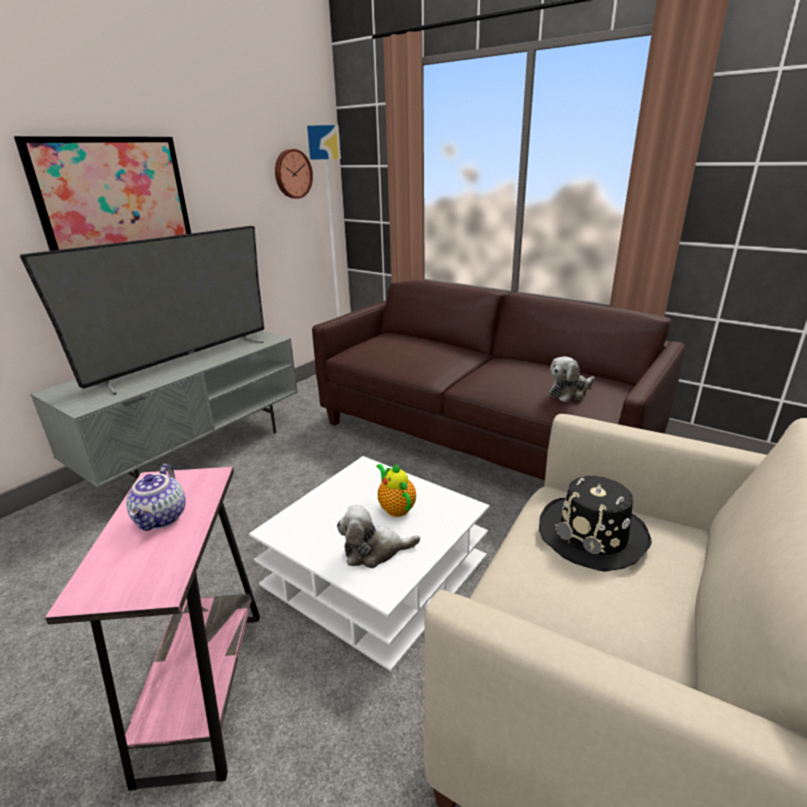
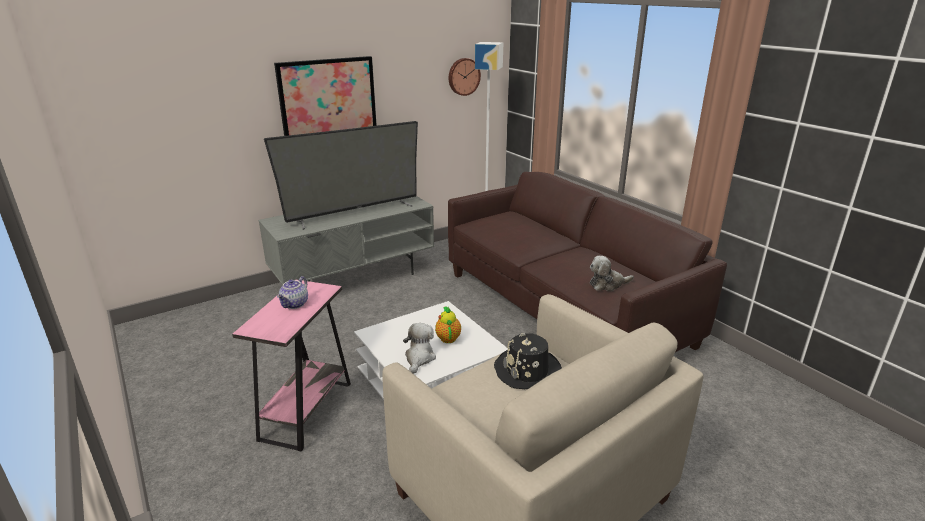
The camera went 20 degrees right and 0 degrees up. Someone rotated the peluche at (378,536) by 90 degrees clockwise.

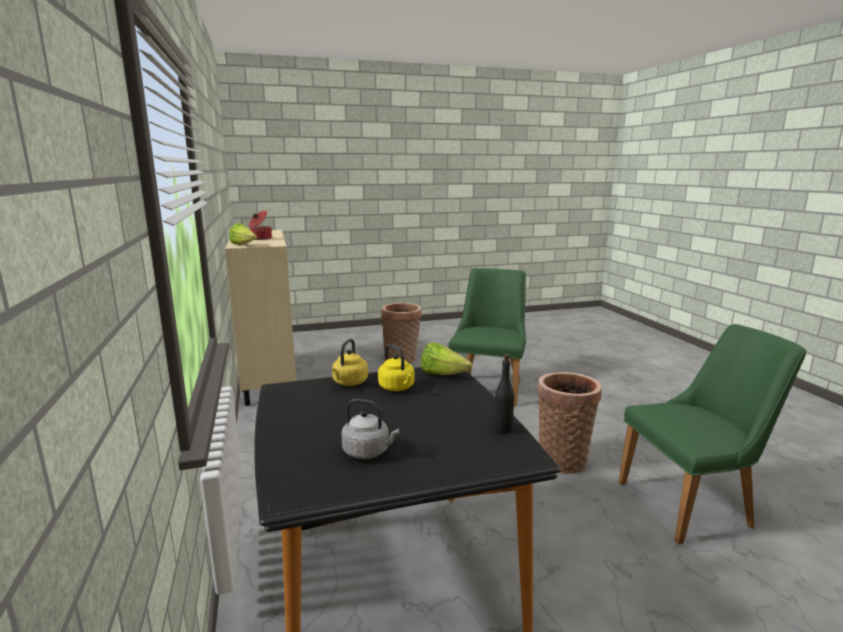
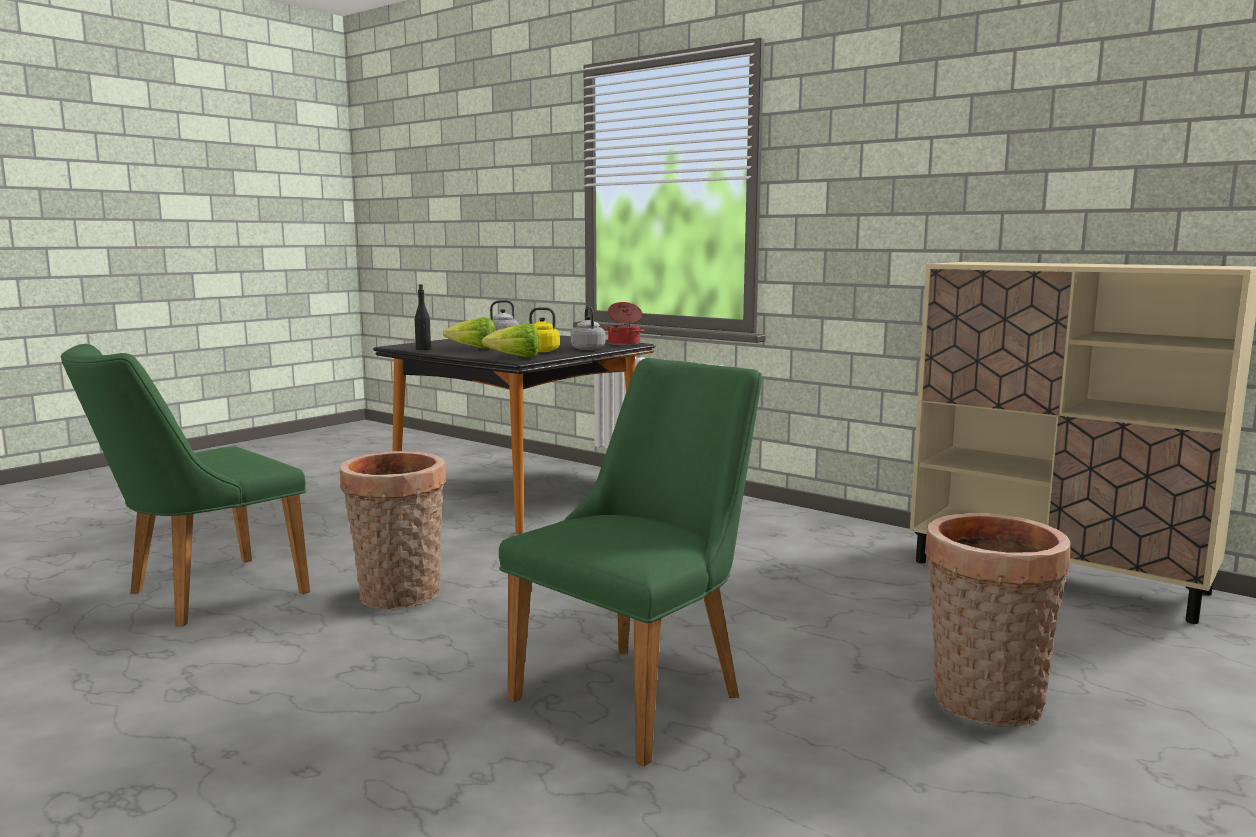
The camera went 145 degrees right and 5 degrees down. Someone carried the lechuga from (243,234) to (469,333). Someone rotated the silla [verde] at (487,337) by 120 degrees counterclockwise. Someone repainted the hervidor [amarillo] at (350,362), which became the hervidor [gris] at (588,328). Someone carried the olla from (260,225) to (624,324).

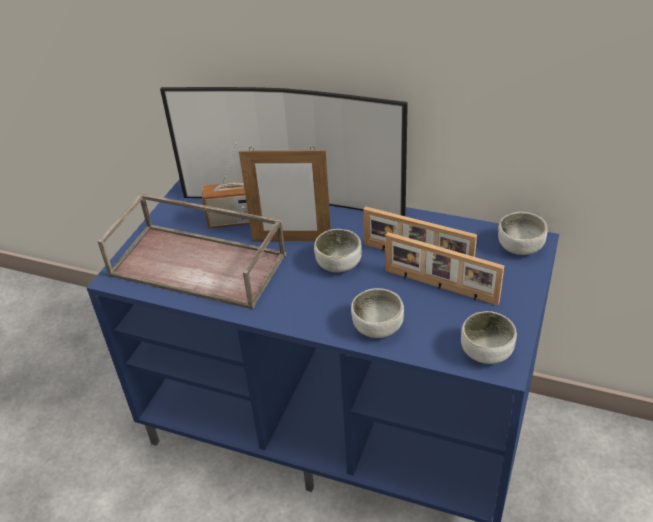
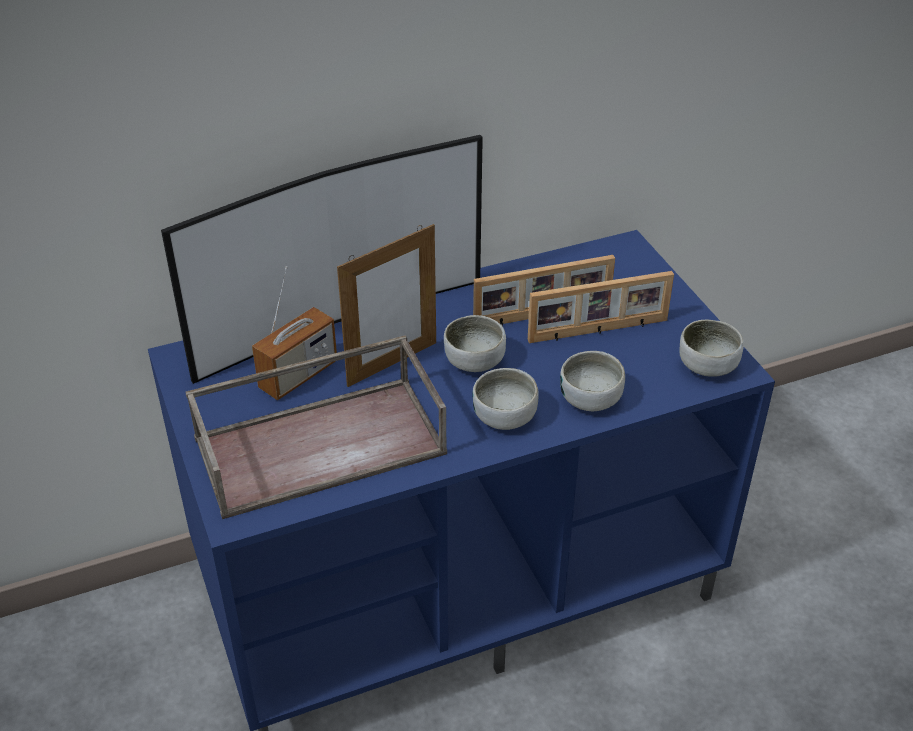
The camera went 45 degrees left and 0 degrees up. Someone carried the cuenco from (523,233) to (505,399).

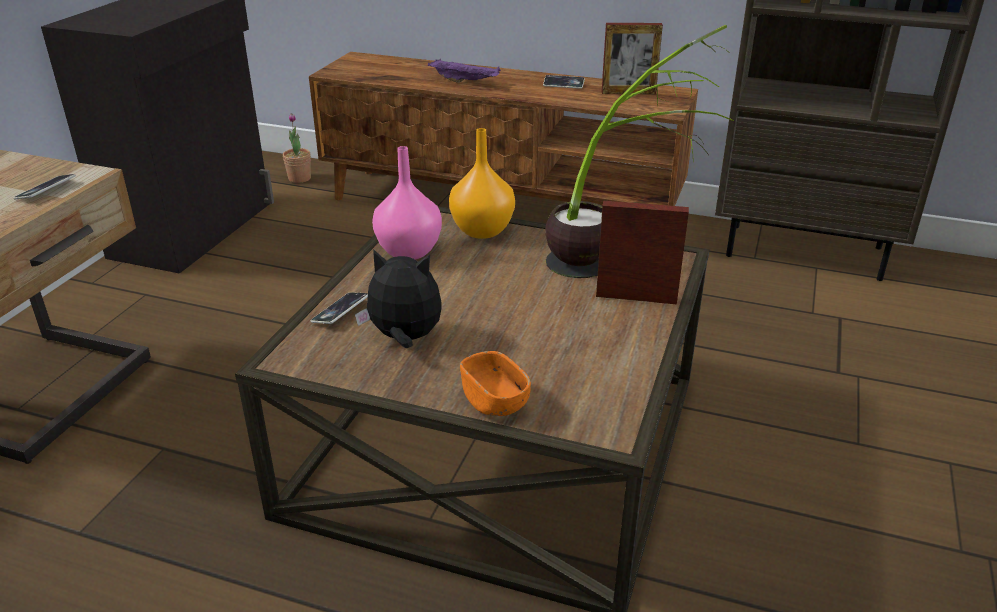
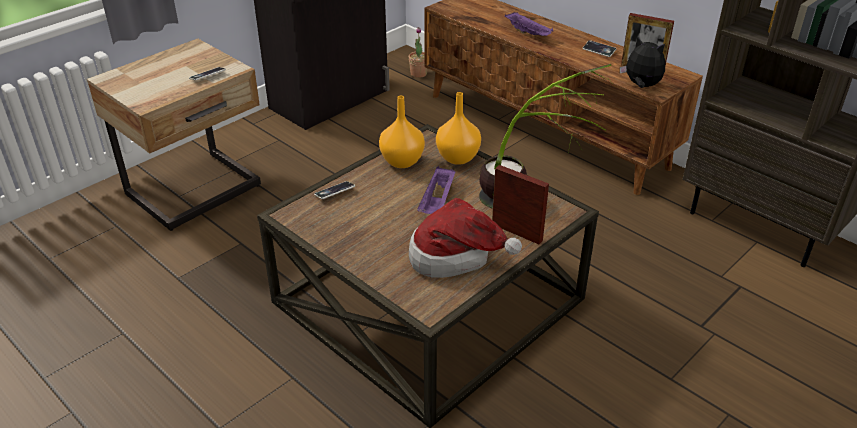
The camera went 25 degrees right and 5 degrees up. Someone repainted the florero [rosa] at (407,202), which became the florero [naranja] at (402,132). Someone put down the sombrero at (465,238). Someone put down the bandeja [morado] at (436,190). Someone carried the peluche from (398,298) to (642,62). Someone took away the cuenco [naranja] at (495,383).

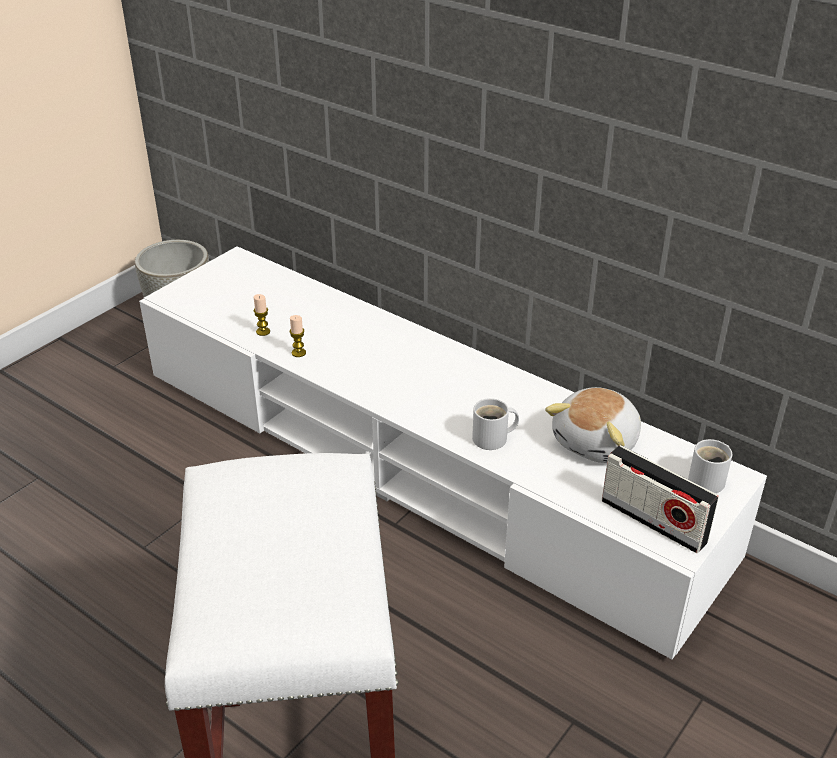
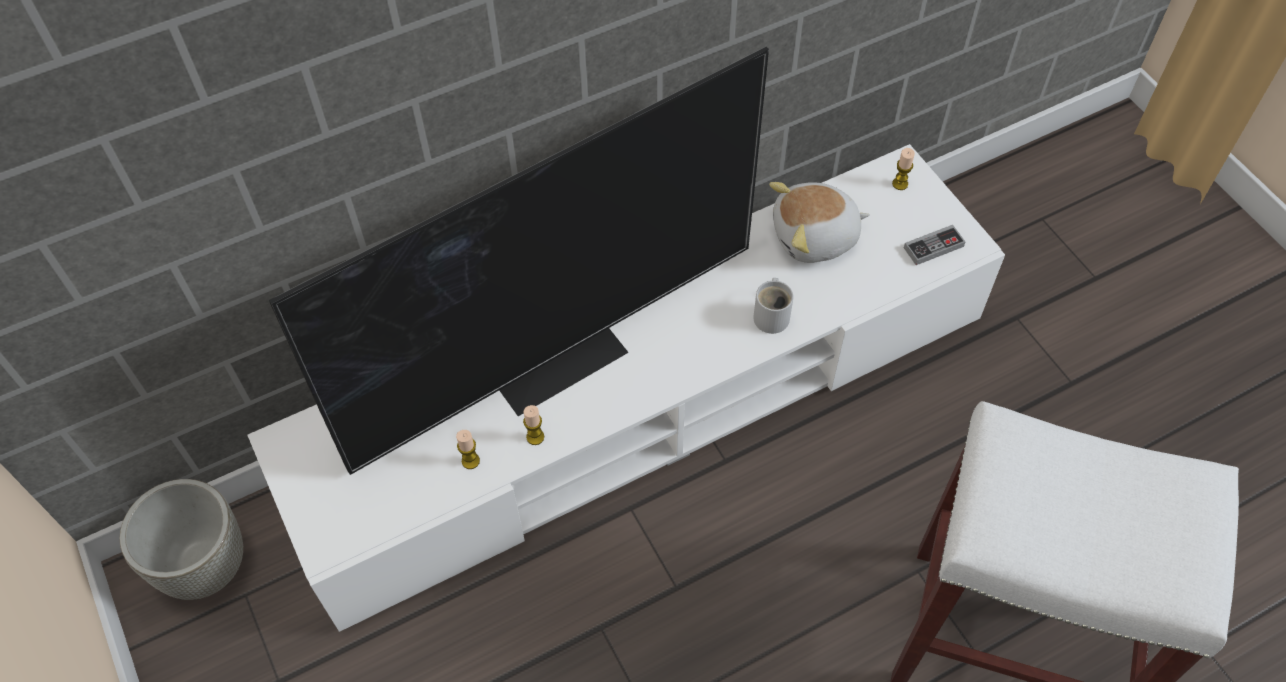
The camera went 65 degrees left and 20 degrees up. Someone put down the televisor at (519,261). Someone rotated the peluche at (593,425) by 105 degrees clockwise. Someone swapped the taza grande [blanco] at (710,466) for the vela at (903,169). Someone swapped the radio at (660,499) for the mando de consola at (934,245).

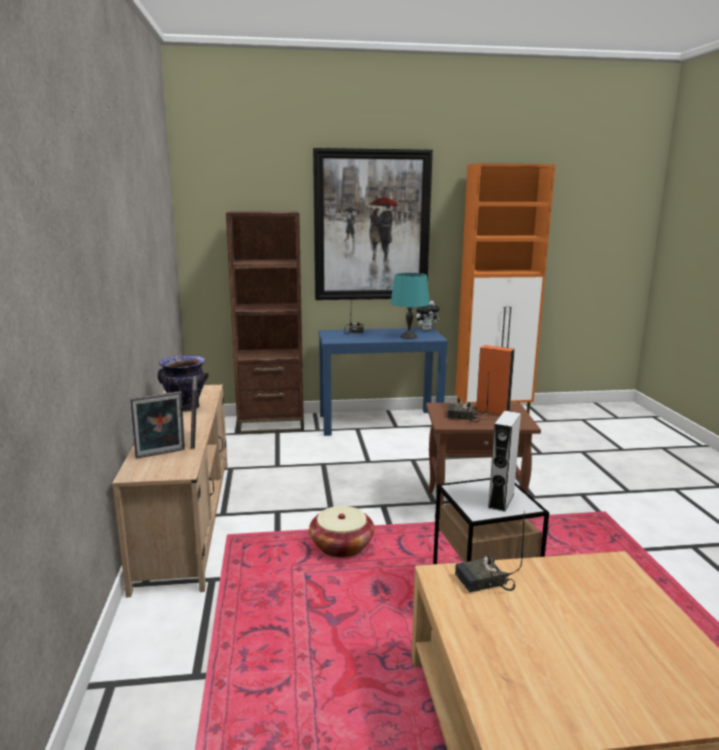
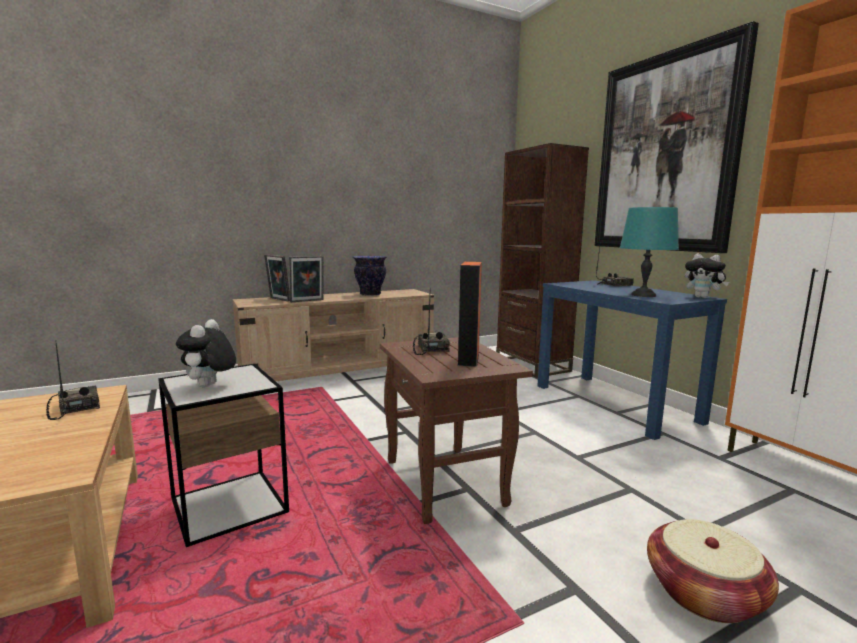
The camera went 70 degrees right and 5 degrees down. Someone swapped the altavoz [gris] at (504,461) for the peluche at (206,353). Someone carried the cesta from (341,532) to (713,571).

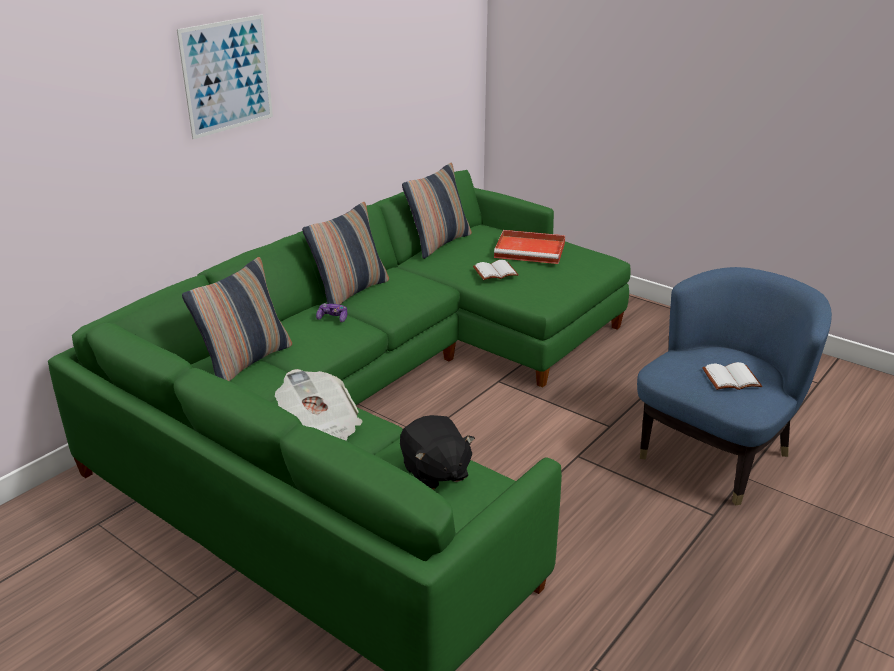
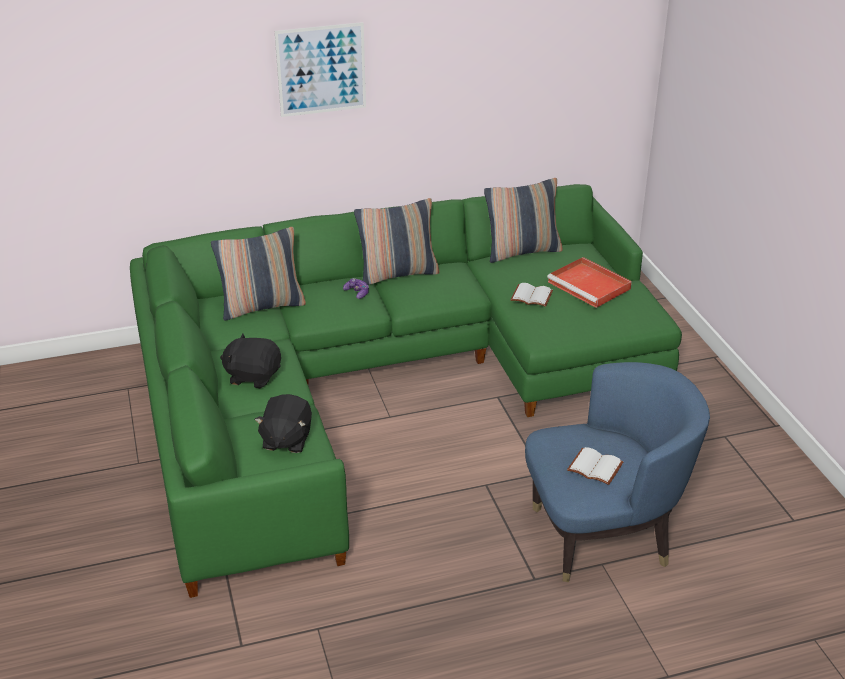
The camera went 35 degrees right and 5 degrees up. Someone swapped the periódico at (319,405) for the peluche [negro] at (250,361).

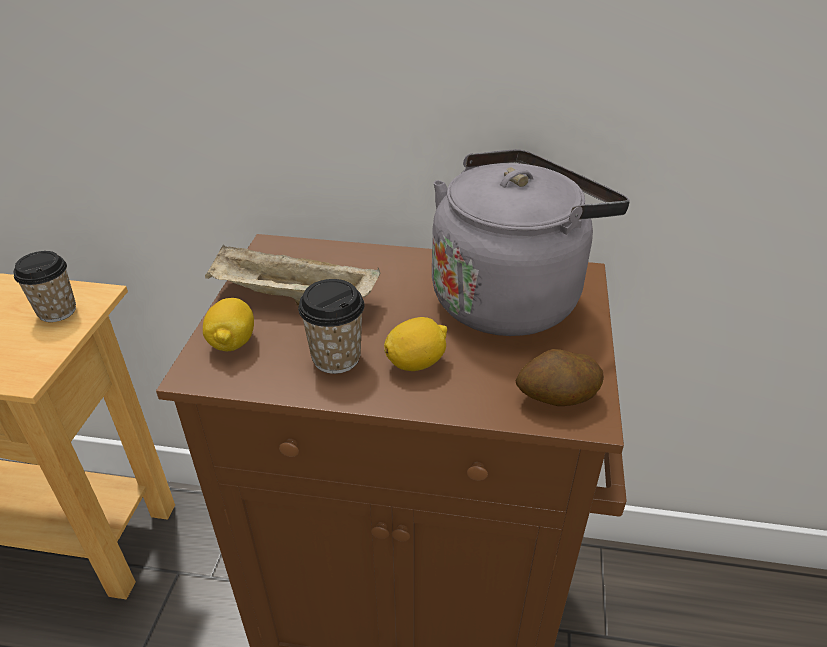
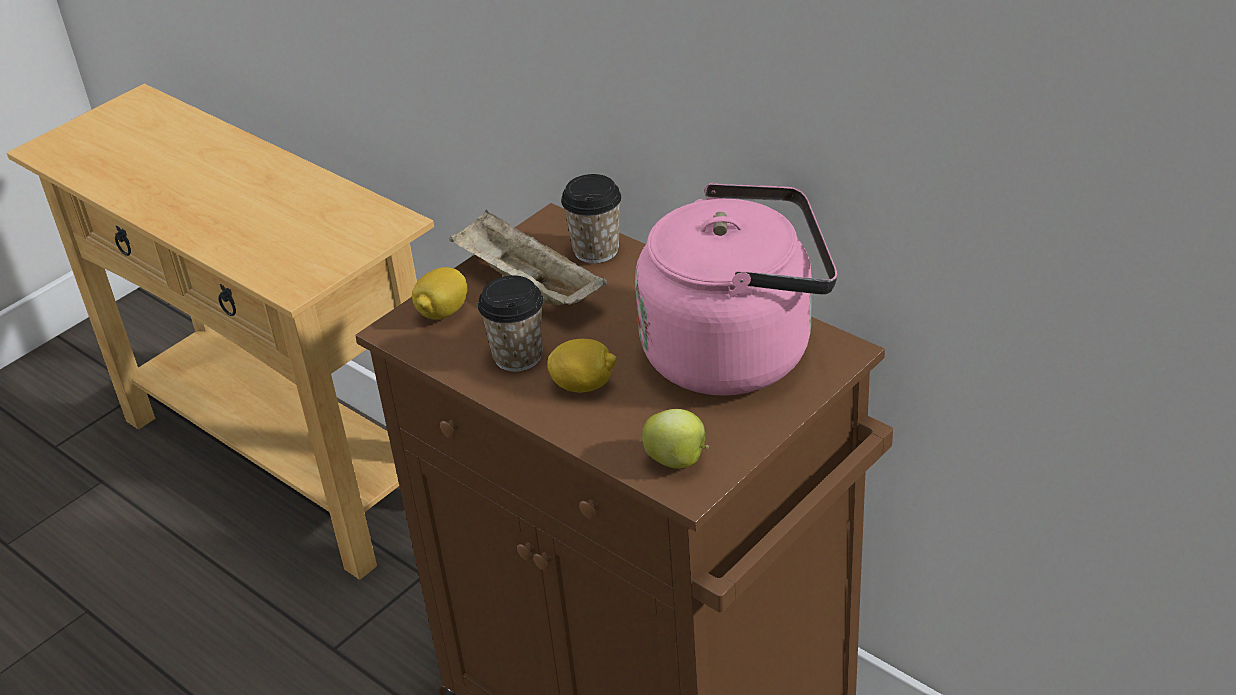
The camera went 35 degrees right and 0 degrees up. Someone carried the taza from (45,286) to (591,218). Someone repainted the hervidor [gris] at (531,242), which became the hervidor [rosa] at (736,289). Someone swapped the patata at (560,377) for the manzana at (675,439).

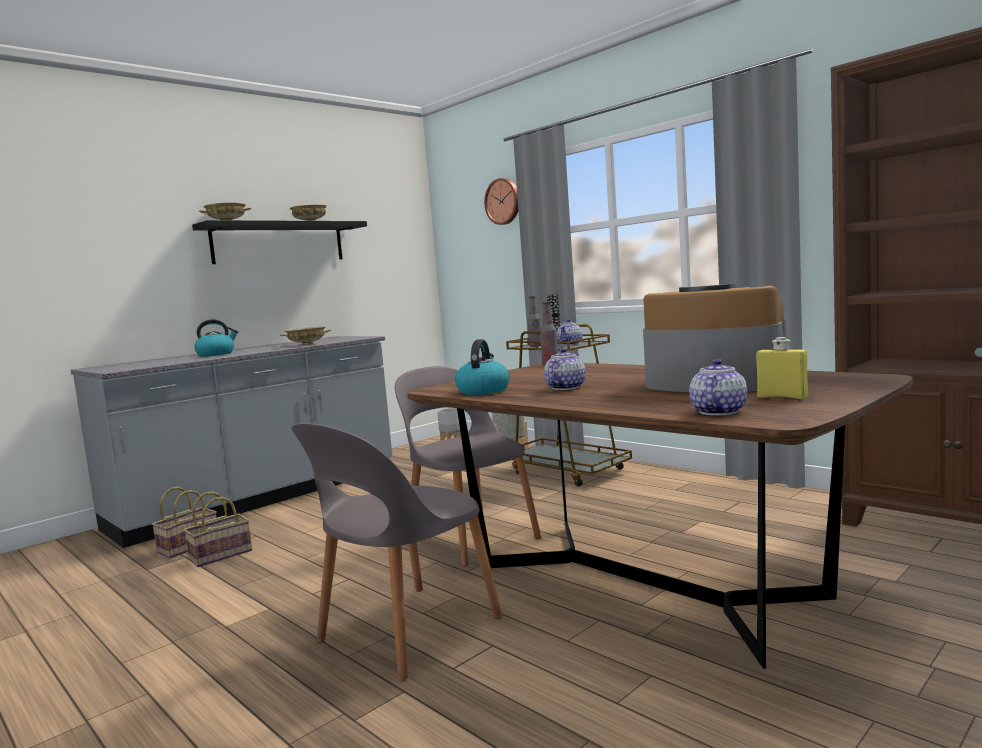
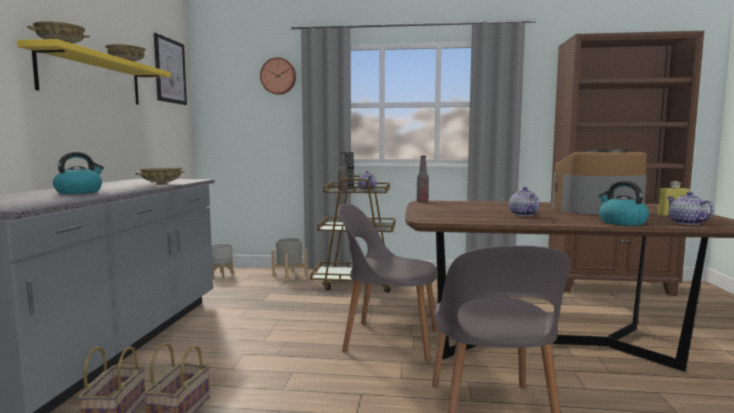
The camera went 40 degrees left and 0 degrees up. Someone repainted the estante [negro] at (279,242), which became the estante [amarillo] at (94,72). Someone put up the cuadro at (170,69). Someone carried the hervidor from (482,367) to (624,203).

